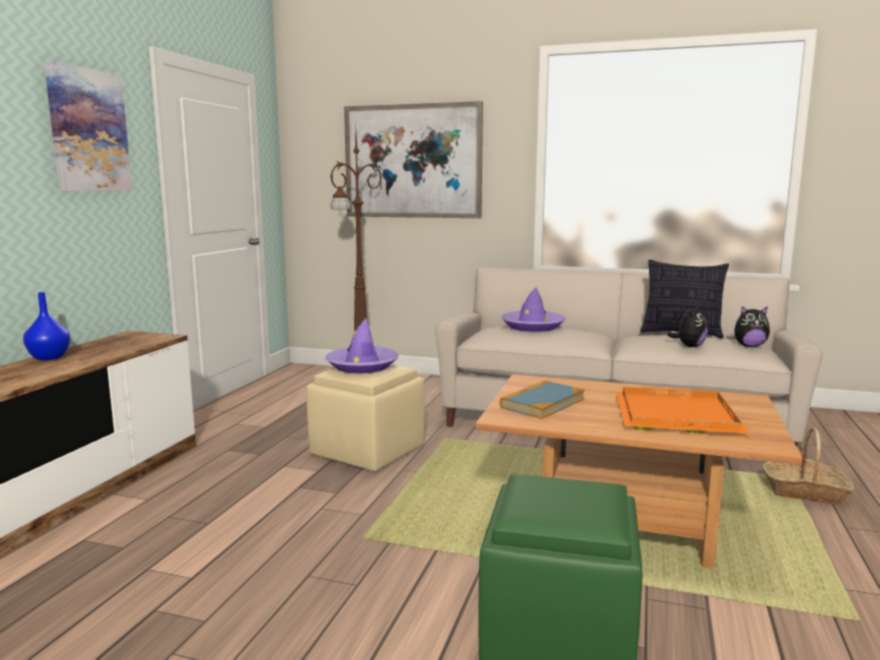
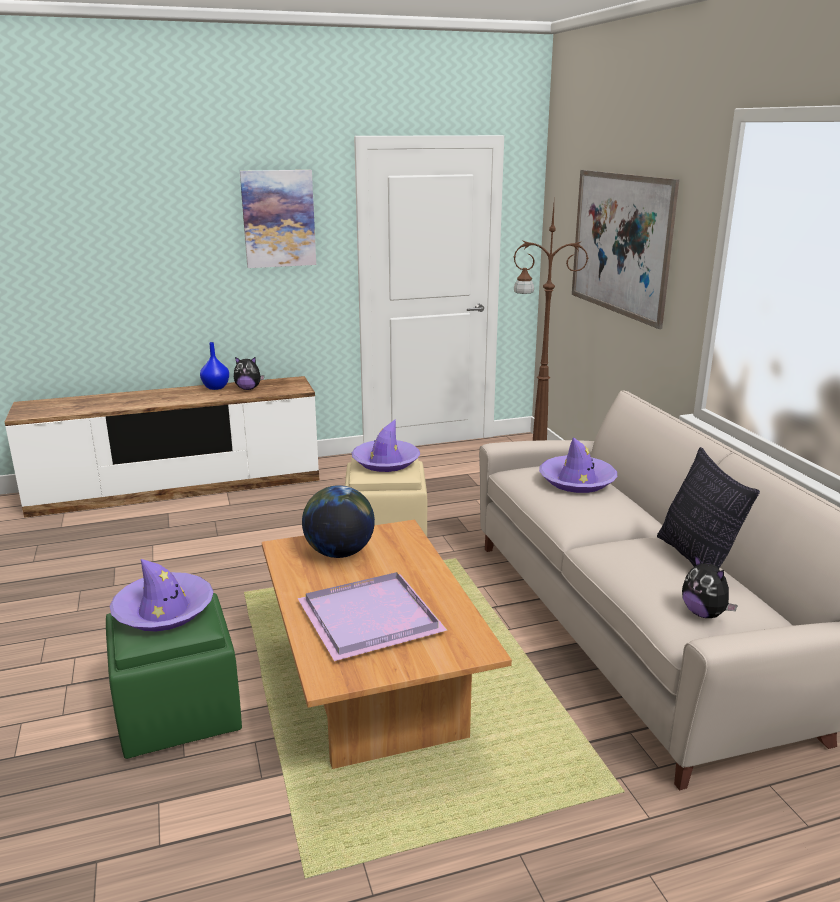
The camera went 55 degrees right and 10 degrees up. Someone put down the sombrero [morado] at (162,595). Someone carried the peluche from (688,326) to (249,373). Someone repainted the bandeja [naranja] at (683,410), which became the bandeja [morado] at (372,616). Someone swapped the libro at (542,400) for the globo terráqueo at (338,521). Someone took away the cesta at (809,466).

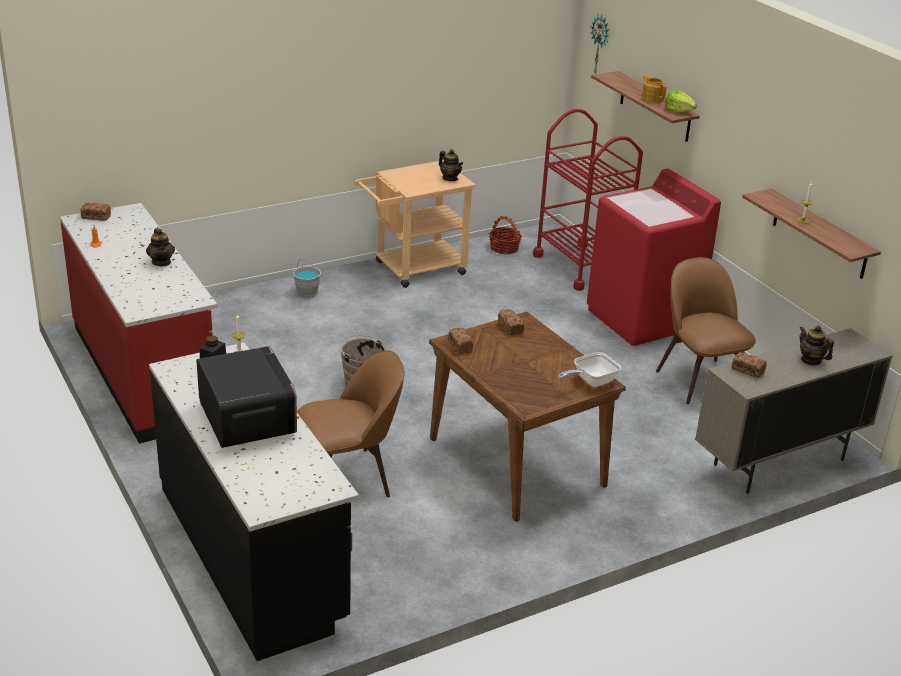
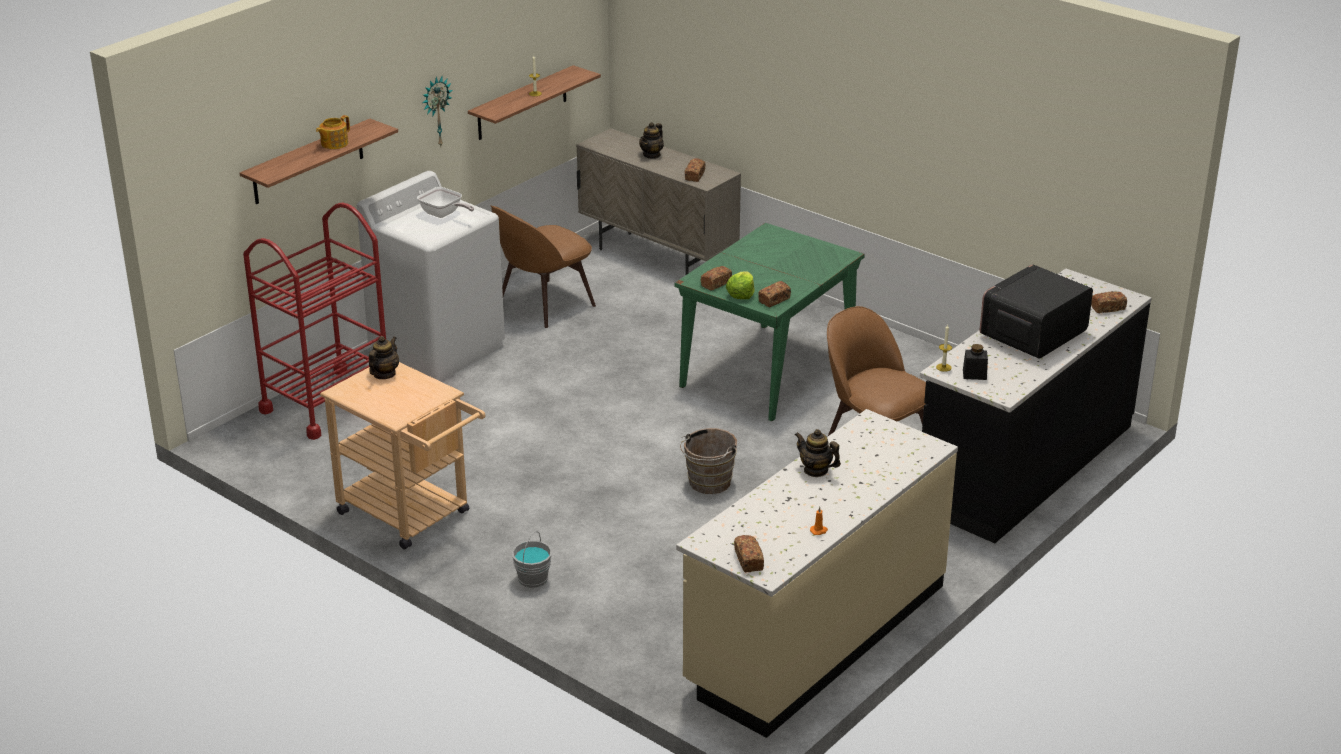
The camera went 110 degrees left and 0 degrees up. Someone repainted the lavadora [rojo] at (654,257), which became the lavadora [blanco] at (431,276). Someone carried the sartén from (589,369) to (445,202). Someone carried the reloj de pared from (600,43) to (437,111). Someone repainted the mesa de comedor [marrón] at (527,416), which became the mesa de comedor [verde] at (769,322). Someone repainted the mueble bajo de cocina [rojo] at (138,323), which became the mueble bajo de cocina [beis] at (817,573). Someone carried the lechuga from (681,101) to (740,285). Someone rotated the tetera at (160,247) by 105 degrees counterclockwise. Someone put down the pan at (1109,302). Someone took away the cesta at (505,235).

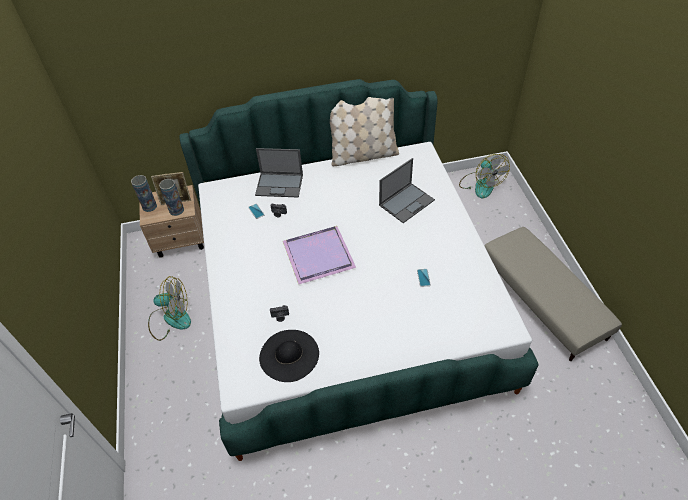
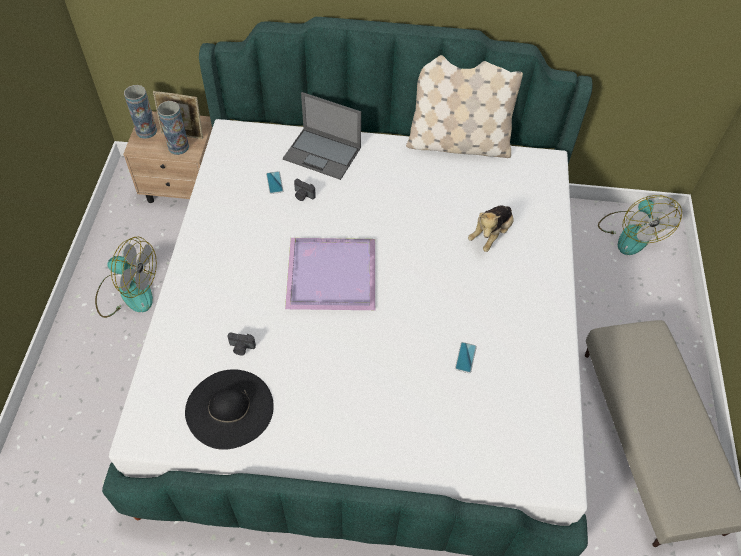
The camera went 15 degrees right and 5 degrees up. Someone swapped the portátil at (407,190) for the peluche at (491,228).

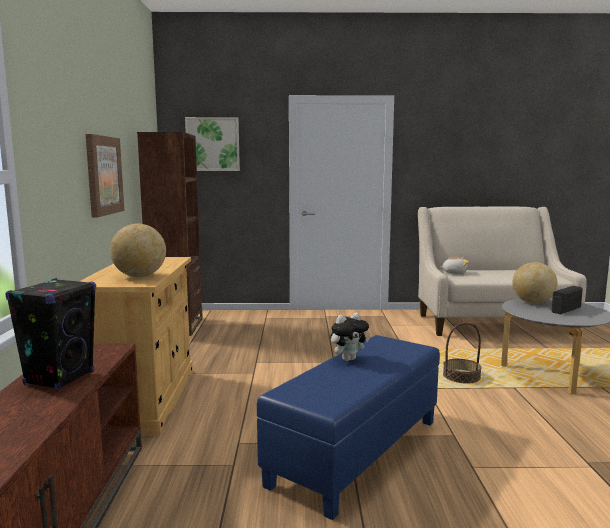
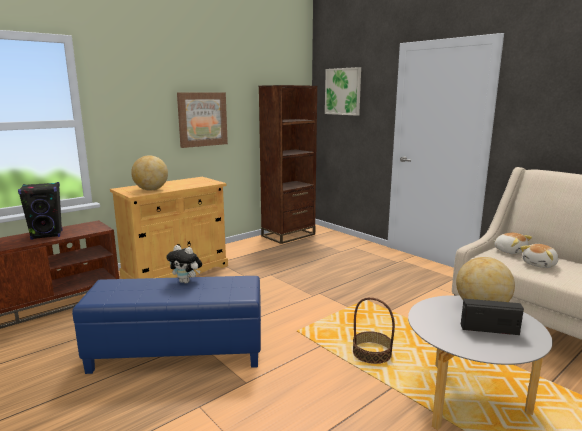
The camera went 50 degrees right and 5 degrees up. Someone put down the peluche at (539,256).

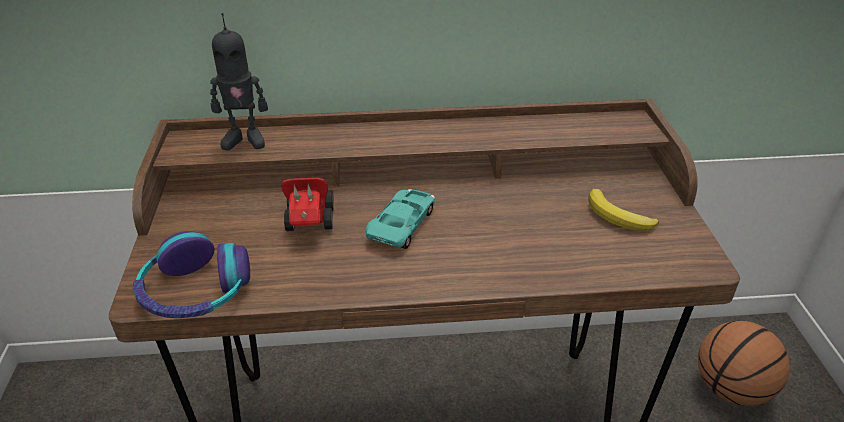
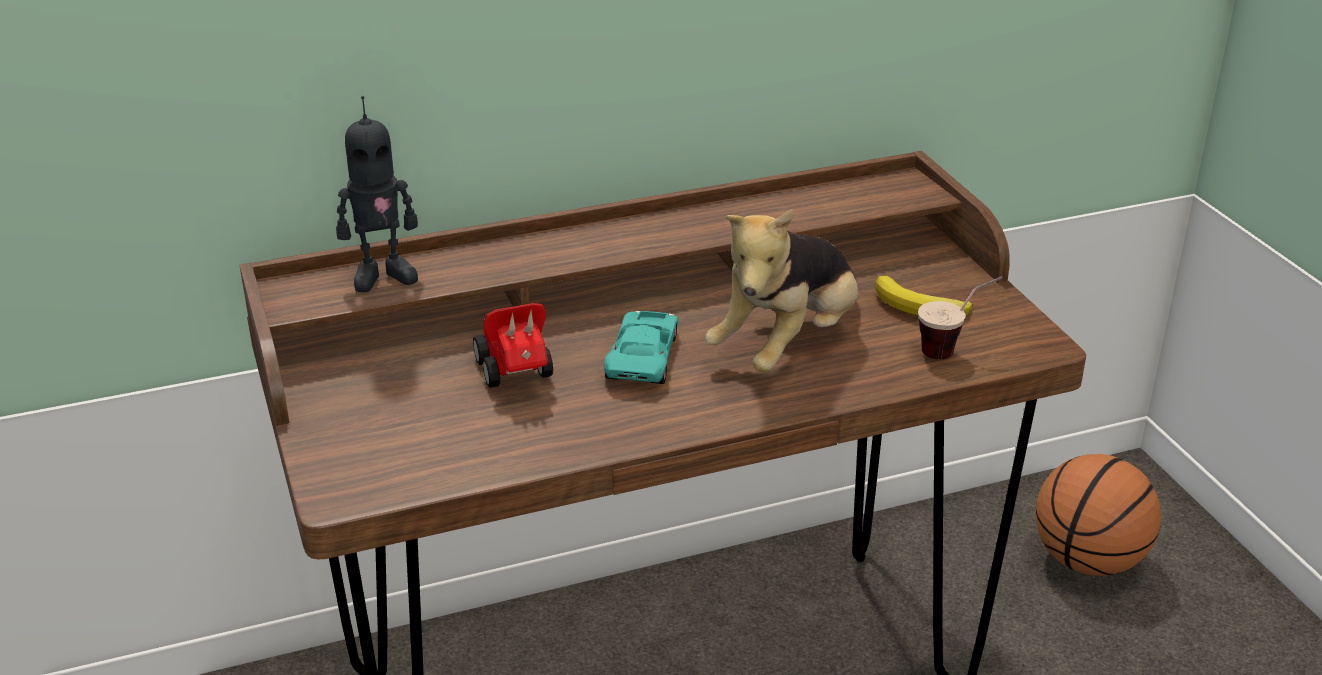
The camera went 15 degrees left and 5 degrees down. Someone put down the peluche at (781,290). Someone put down the taza at (960,317). Someone took away the auriculares at (191,274).

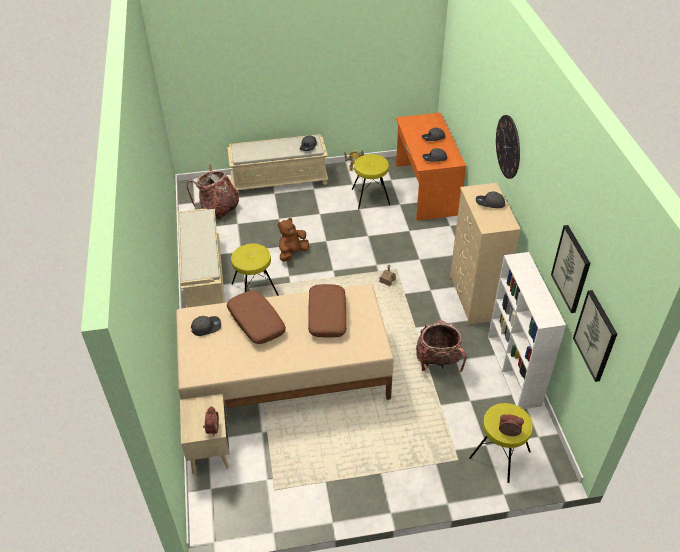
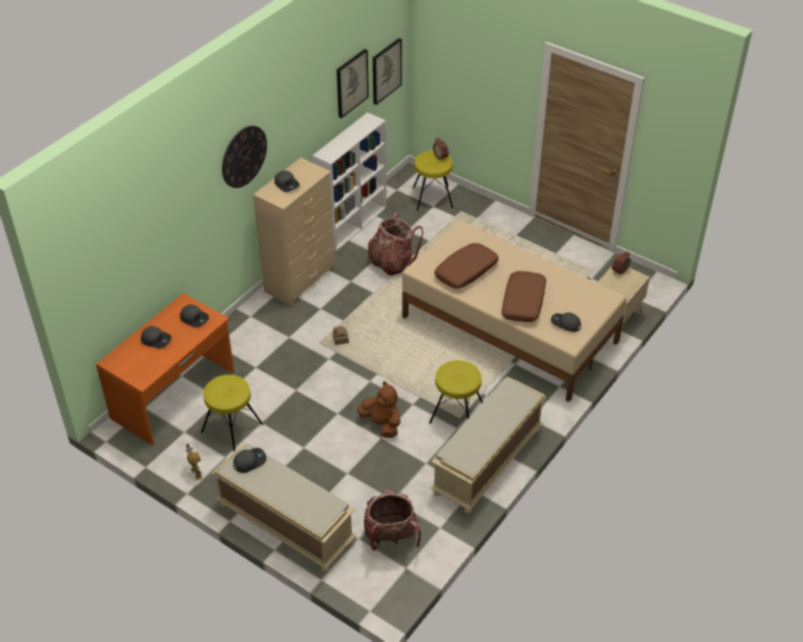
The camera went 135 degrees left and 0 degrees up. Someone rotated the peluche [marrón] at (293,240) by 135 degrees counterclockwise.

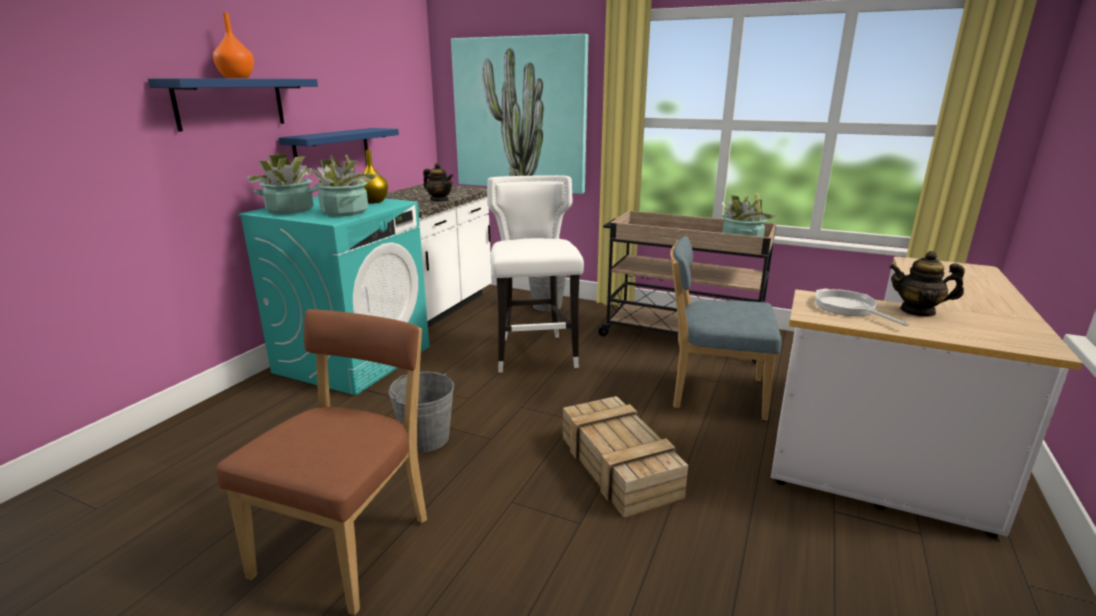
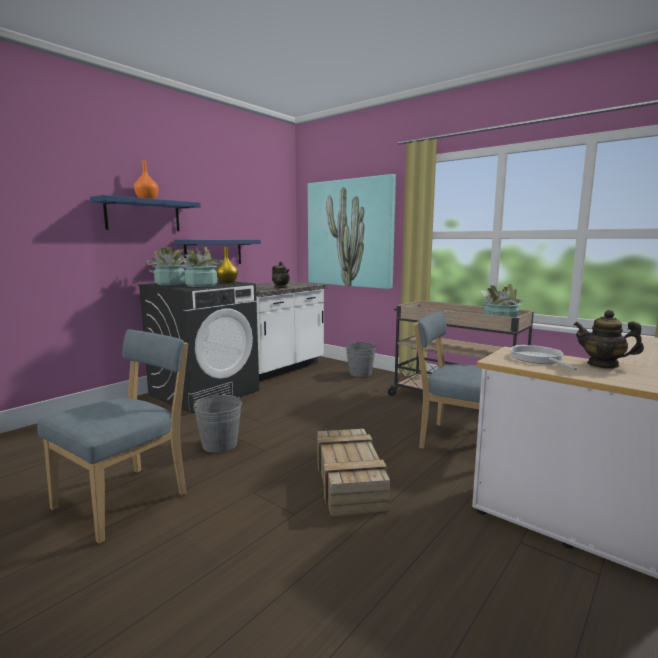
The camera went 15 degrees right and 10 degrees down. Someone repainted the silla [marrón] at (321,462), which became the silla [azul] at (112,436). Someone repainted the lavadora [turquesa] at (333,295), which became the lavadora [negro] at (198,347). Someone took away the taburete [blanco] at (535,274).

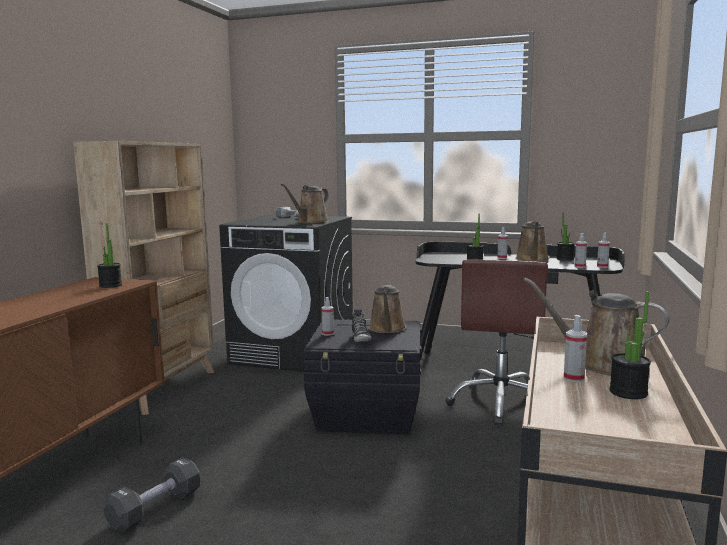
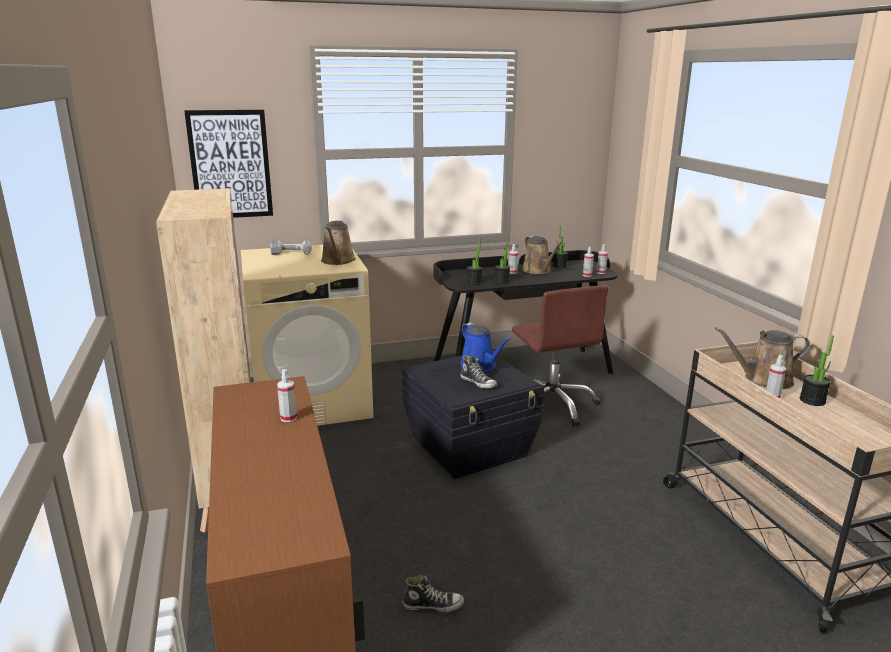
The camera went 35 degrees left and 10 degrees up. Someone put up the cuadro at (228,164). Someone repainted the lavadora [negro] at (286,293), which became the lavadora [beis] at (307,335). Someone carried the pulverizador from (328,316) to (287,395). Someone swapped the mancuerna [negro] at (152,495) for the zapato at (433,594). Someone repainted the regadera [marrón] at (387,309), which became the regadera [azul] at (485,347). Someone carried the planta en maceta from (109,255) to (475,261).

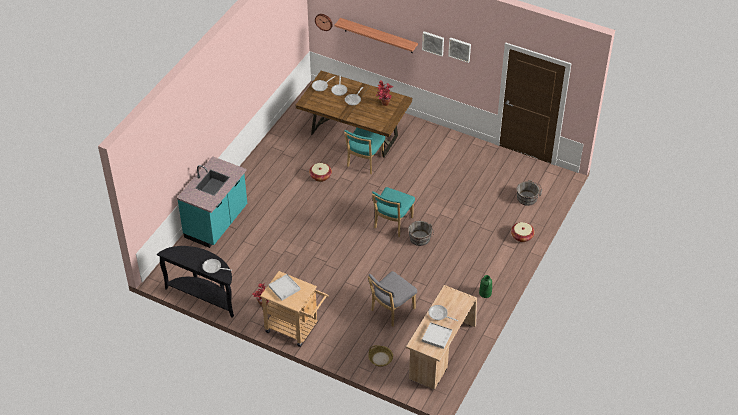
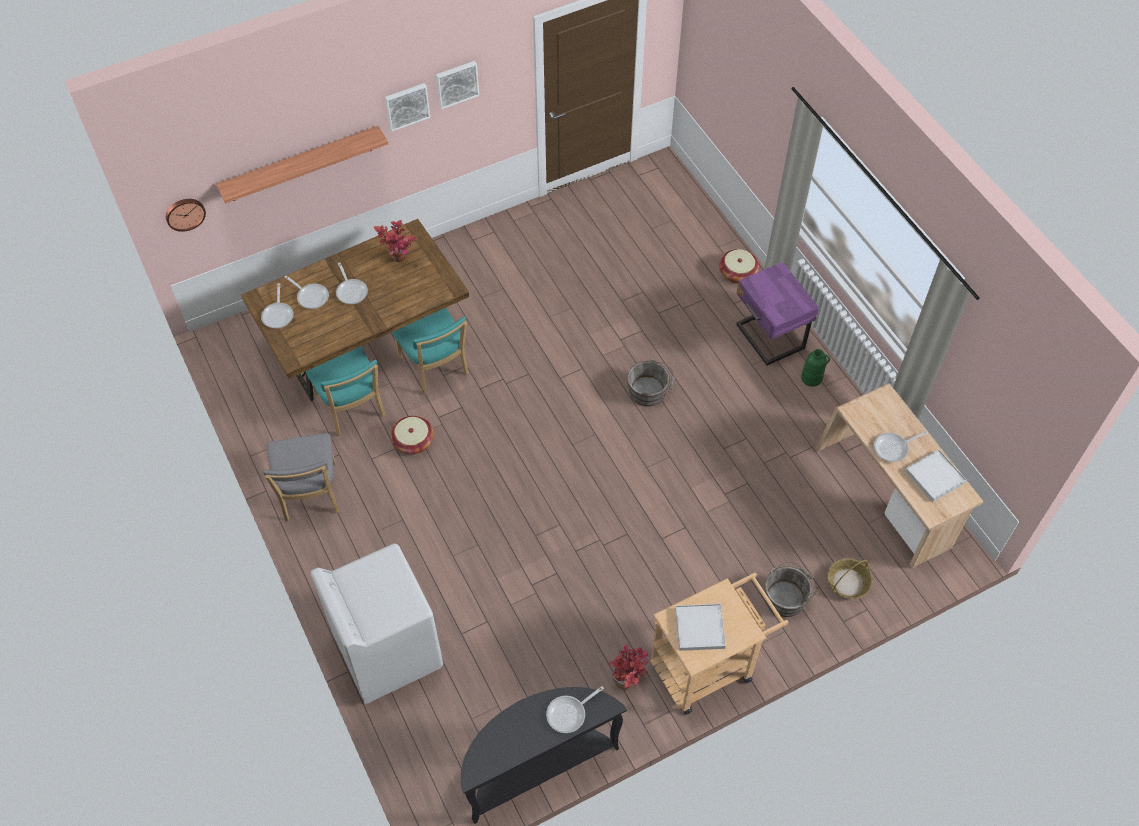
The camera went 55 degrees left and 10 degrees up. Someone carried the silla [gris] from (392,298) to (301,477). Someone carried the silla [turquesa] from (393,212) to (345,391). Someone swapped the mueble bajo de cocina [turquesa] at (212,202) for the lavadora [blanco] at (377,623). Someone put down the mesita de noche [morado] at (777,314). Someone carried the cubo [gris] from (529,193) to (791,589).

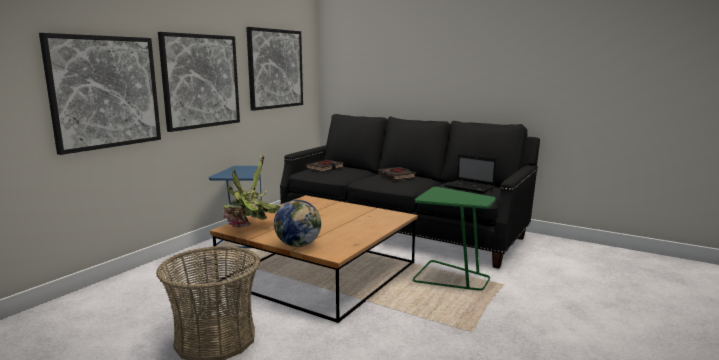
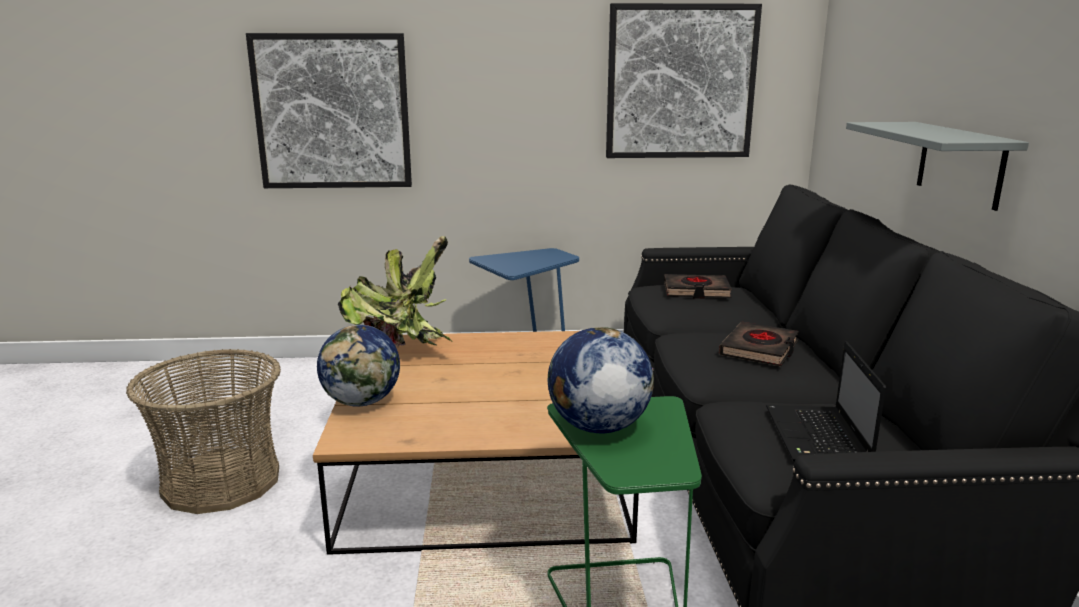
The camera went 55 degrees right and 5 degrees up. Someone put down the globo terráqueo at (601,380). Someone put up the estante [gris] at (937,166). Someone took away the cuadro at (199,82).

